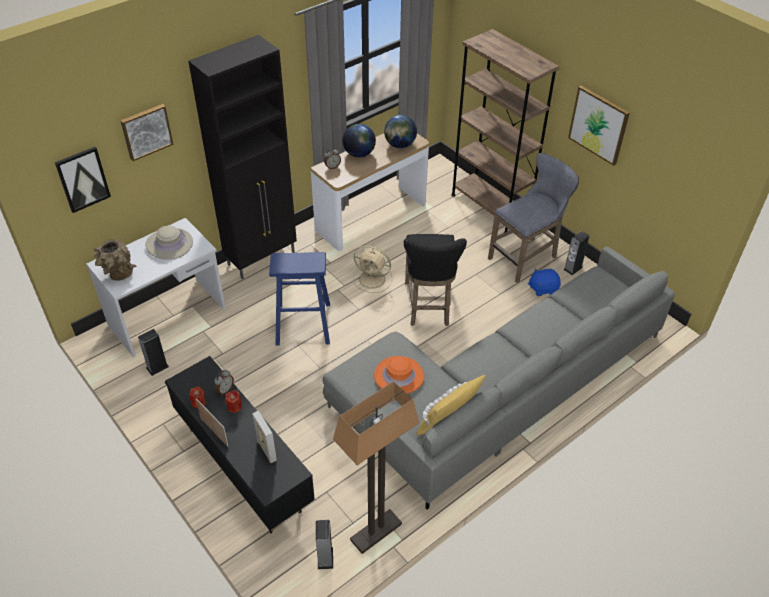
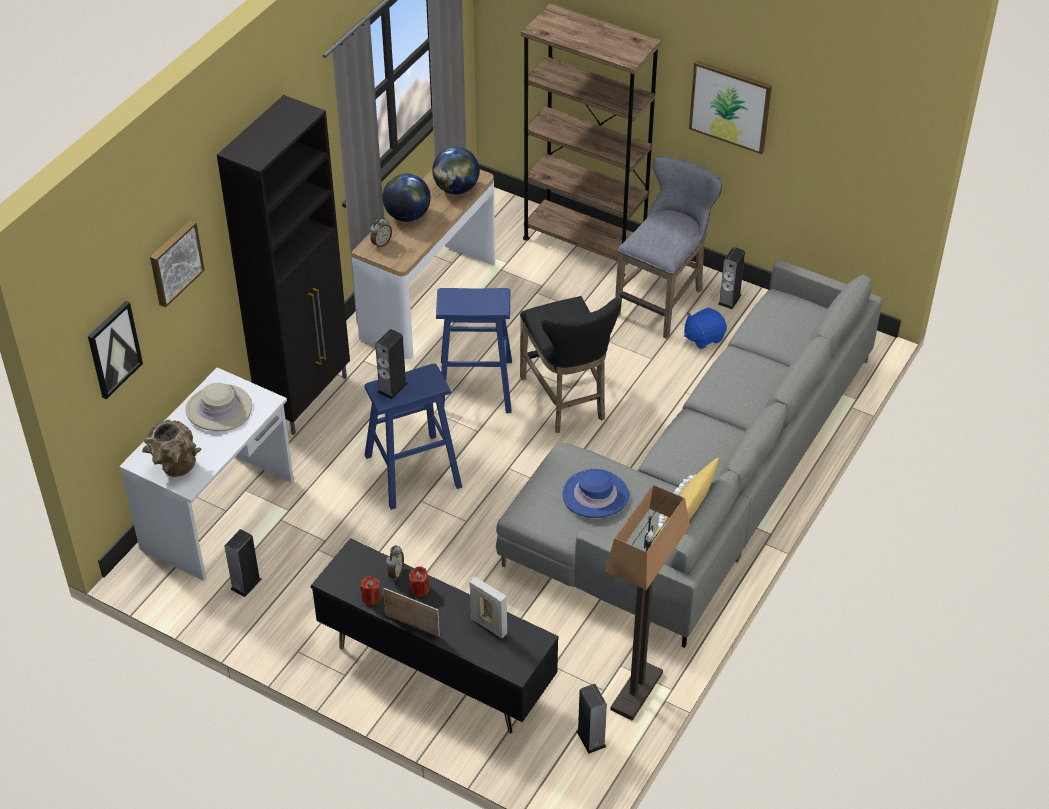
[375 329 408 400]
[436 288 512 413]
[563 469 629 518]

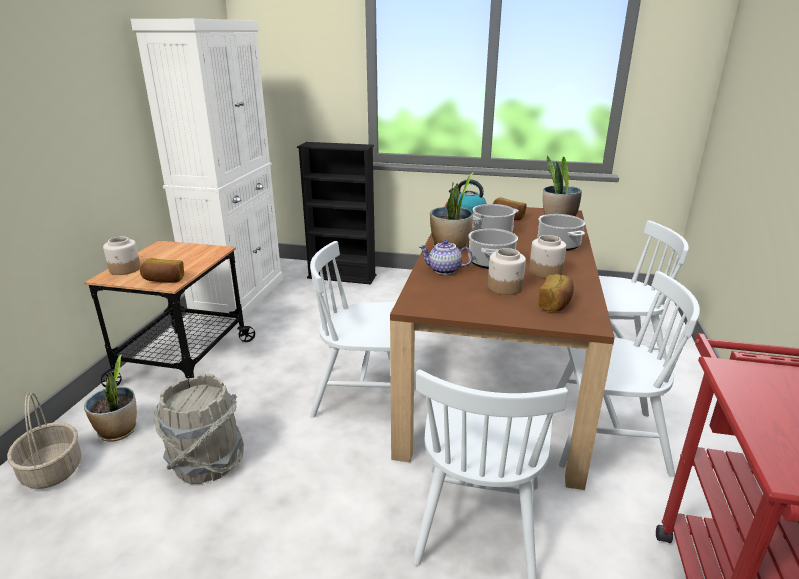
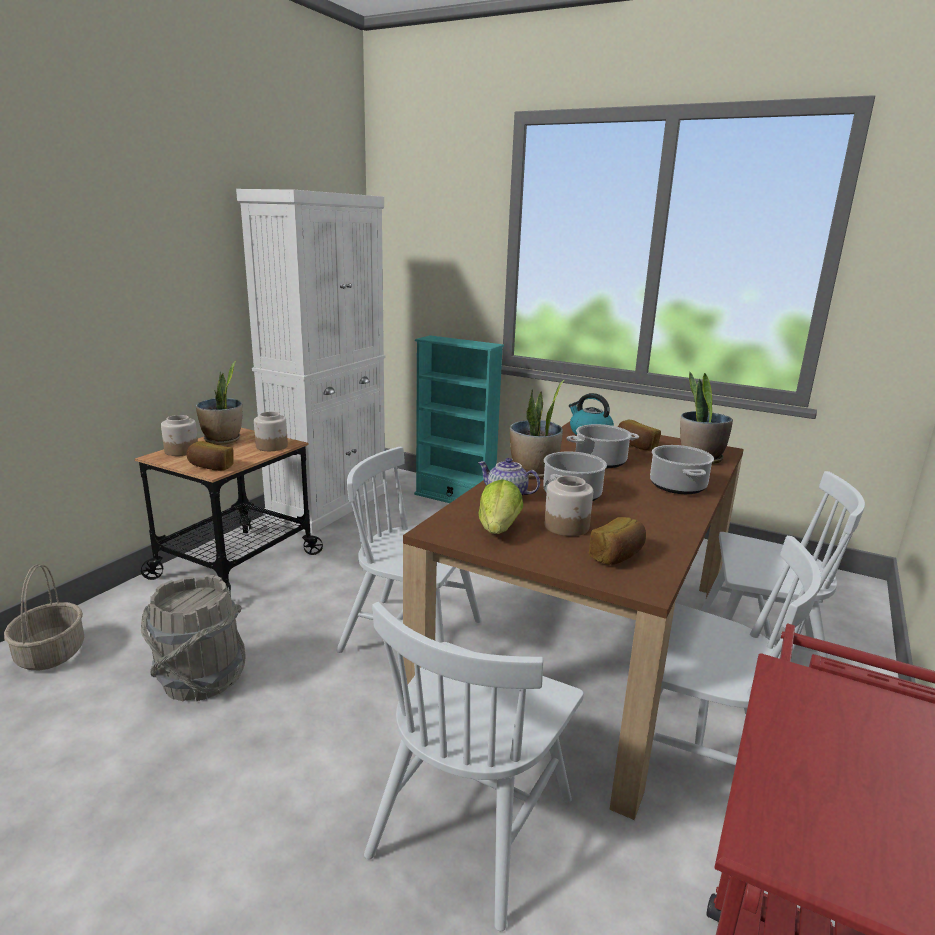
[196 361 242 445]
[254 412 288 451]
[414 335 504 503]
[478 479 523 534]

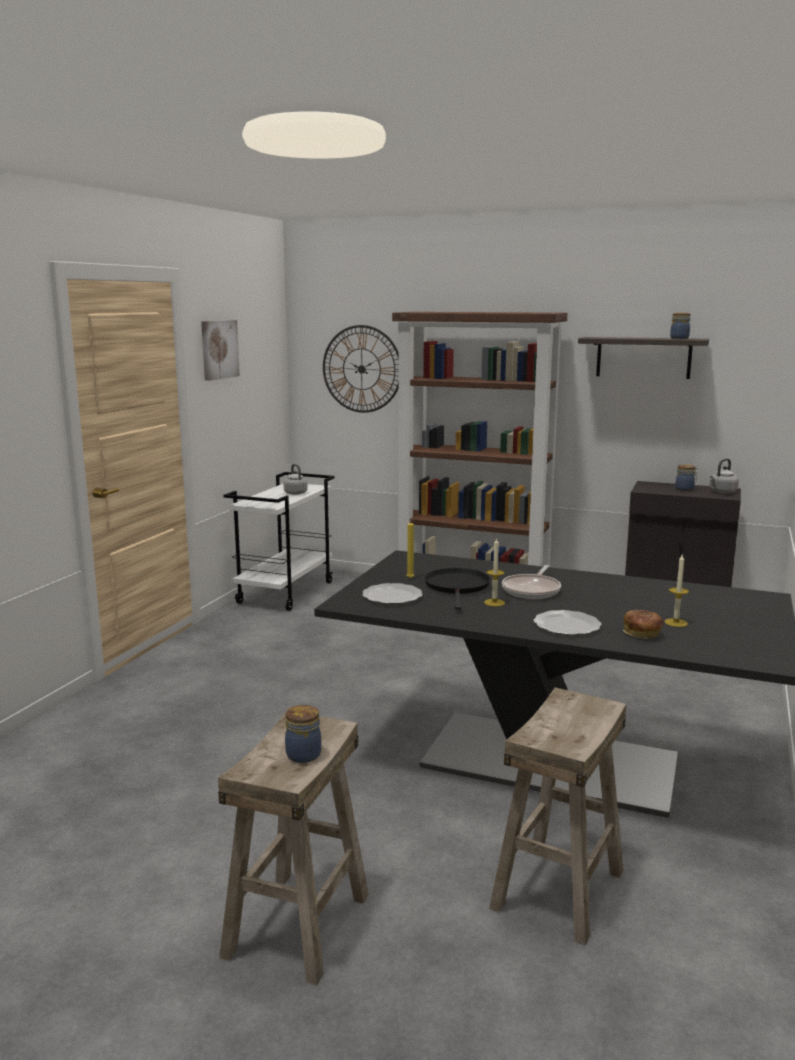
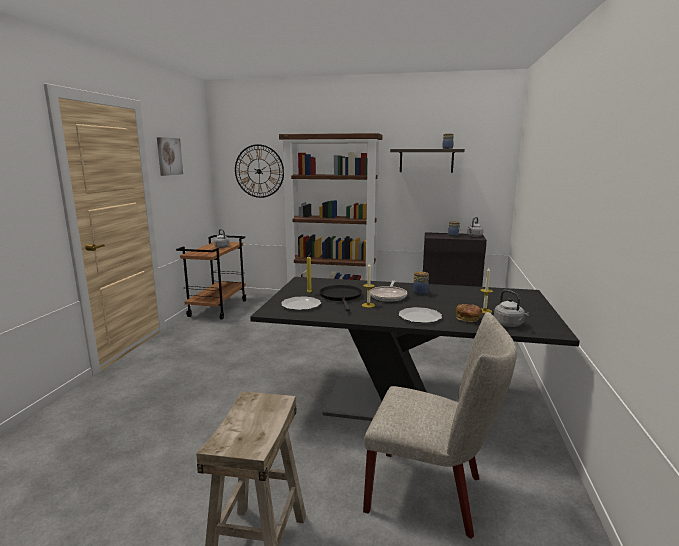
[176 235 246 320]
[363 312 517 539]
[413 271 429 295]
[494 290 529 327]

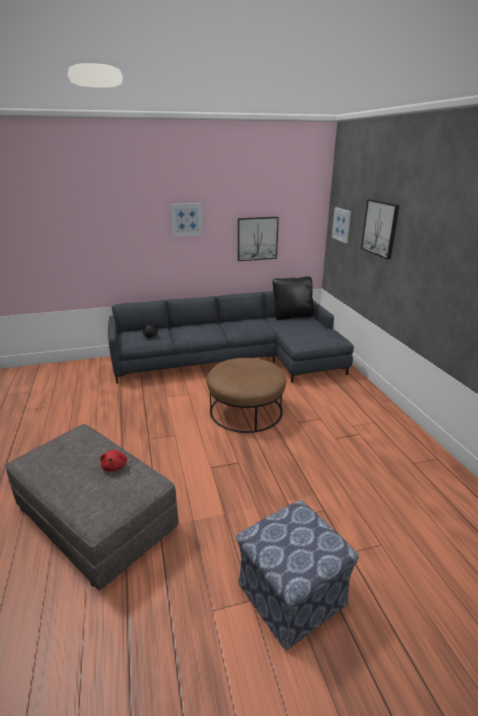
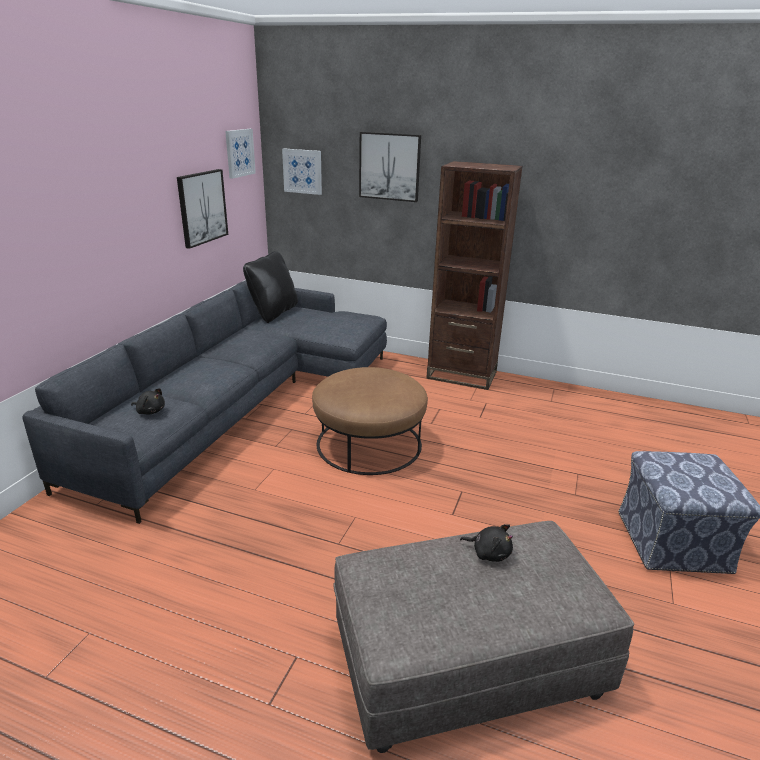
[225 129 256 179]
[426 161 523 390]
[460 524 513 562]

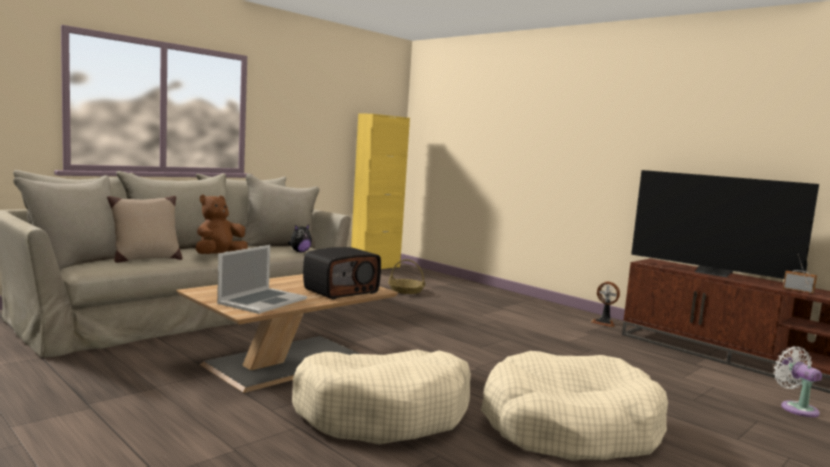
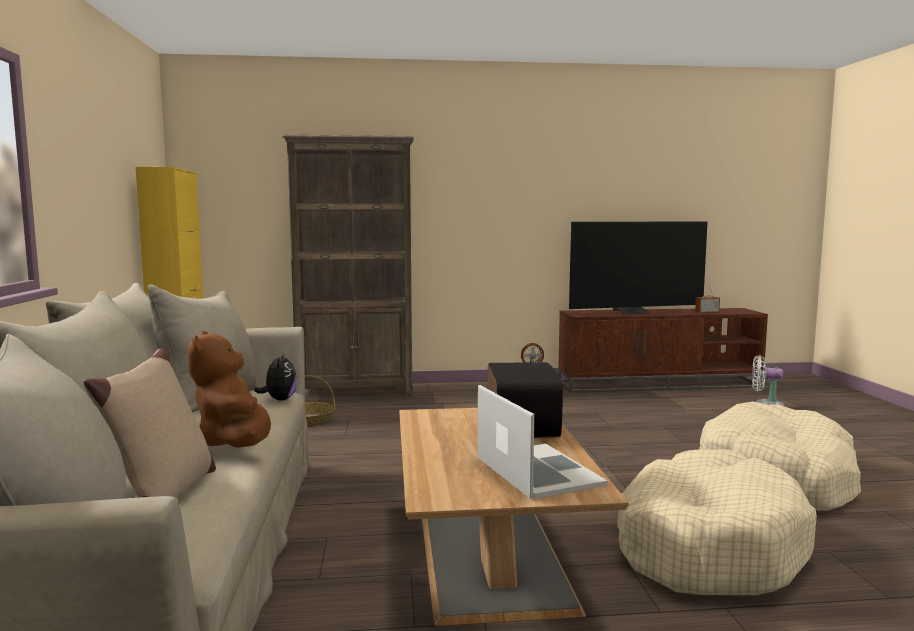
[282 135 414 396]

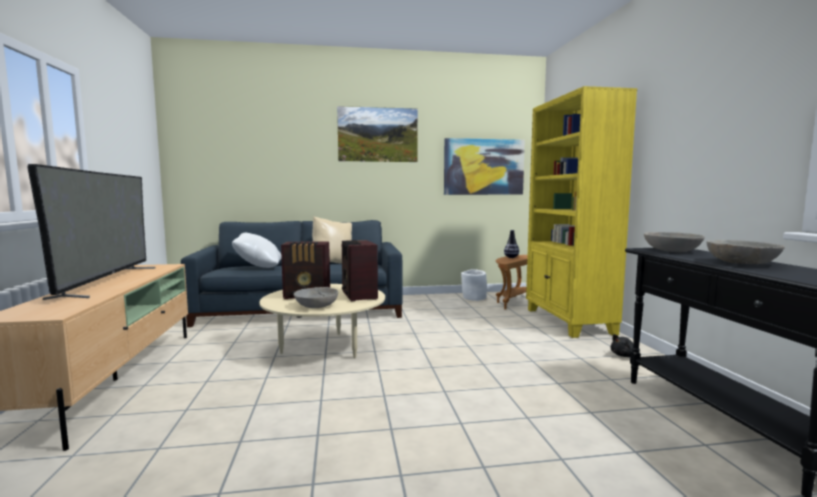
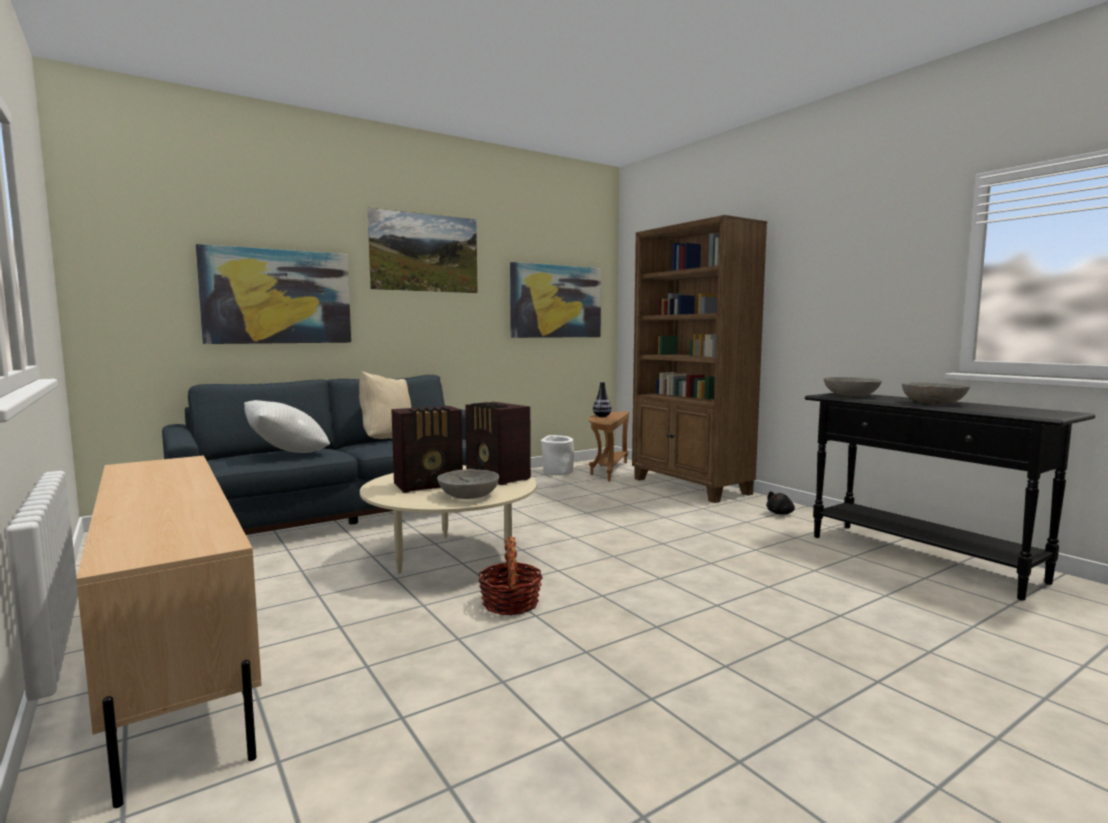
[196 244 351 344]
[478 537 543 616]
[632 215 767 503]
[27 164 156 300] (first image)

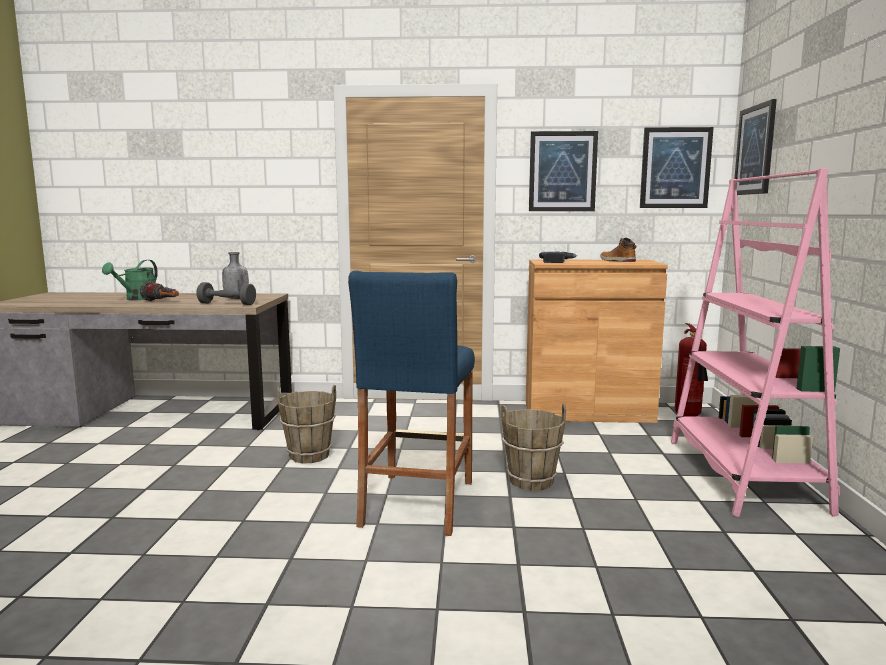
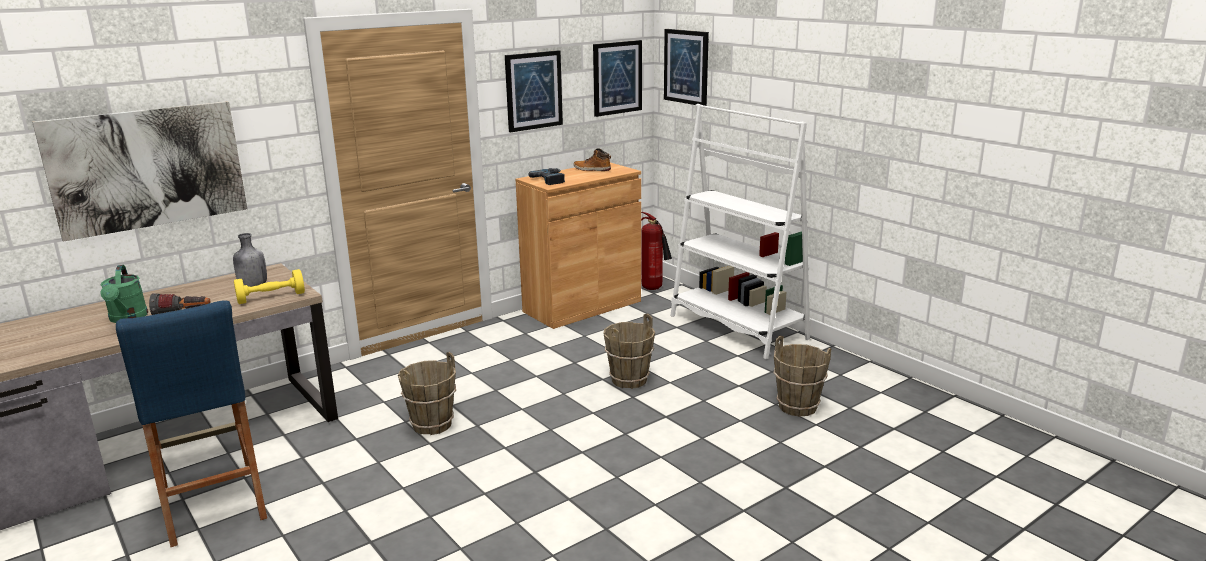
[32 101 247 242]
[116 300 267 547]
[234 269 305 304]
[670 104 811 359]
[774 336 831 416]

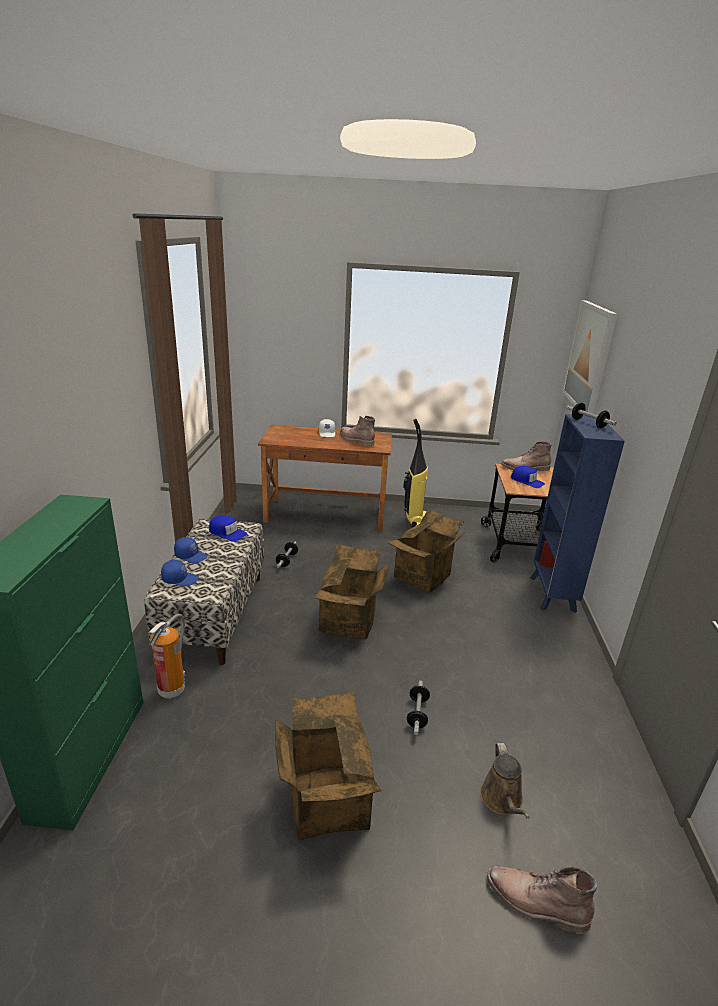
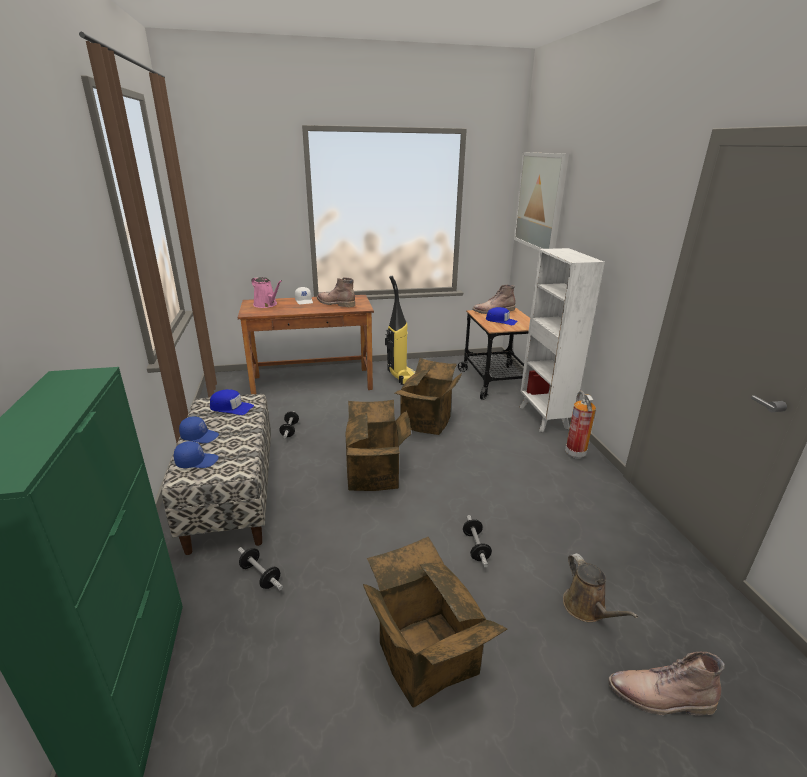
[238 547 283 590]
[251 277 282 308]
[519 248 605 432]
[565 391 596 459]

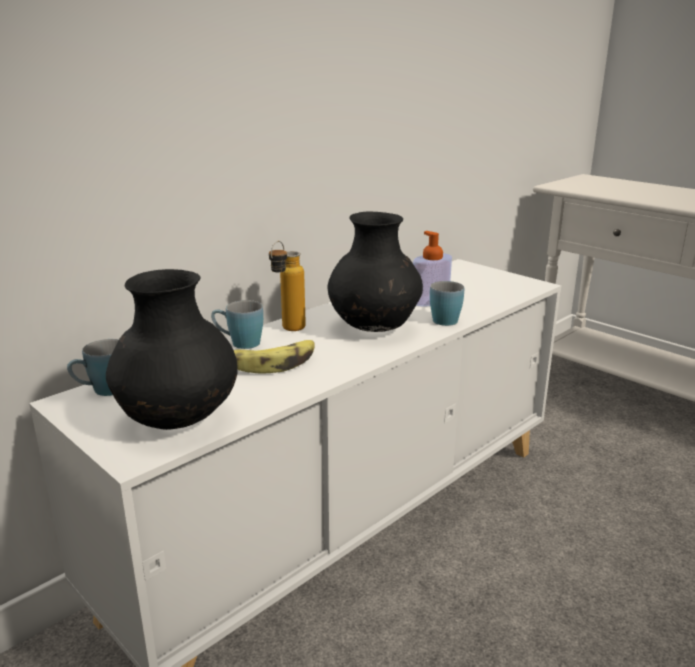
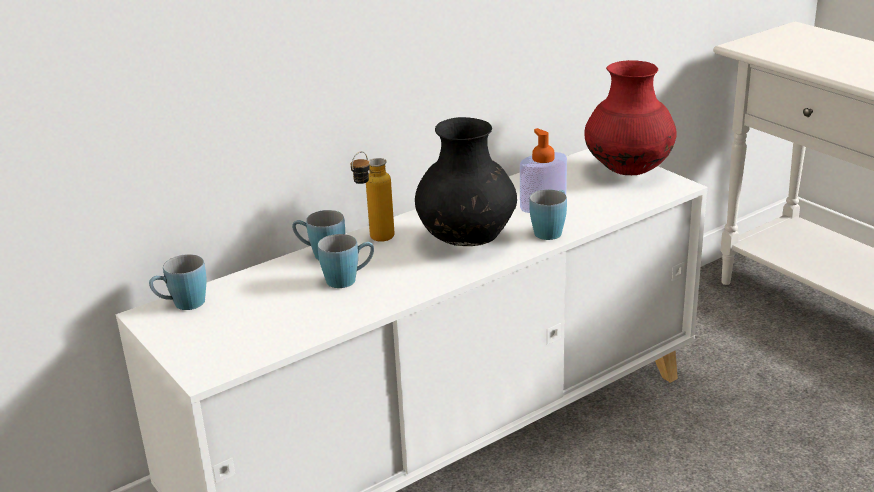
[318 234 374 288]
[584 60 677 175]
[106 269 238 430] (first image)

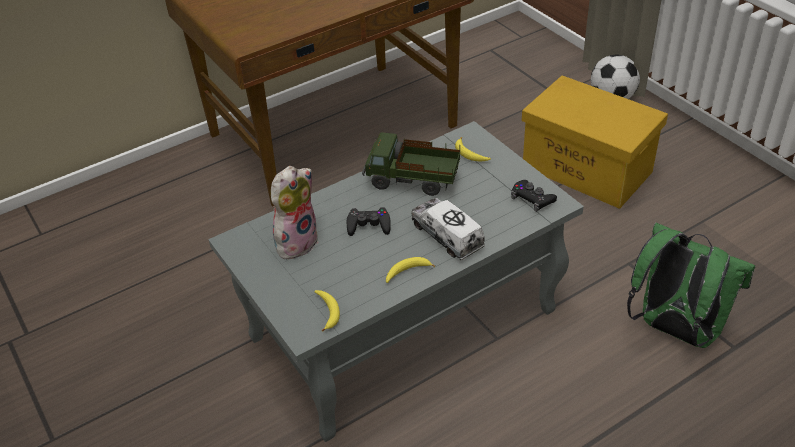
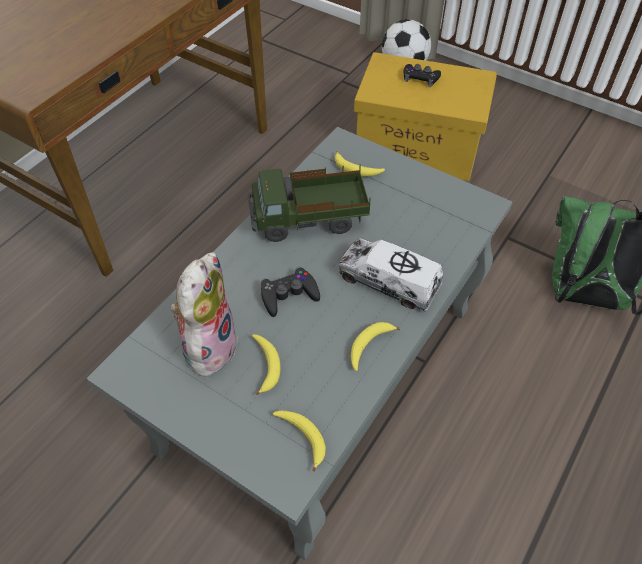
[252 334 281 395]
[404 64 441 87]

